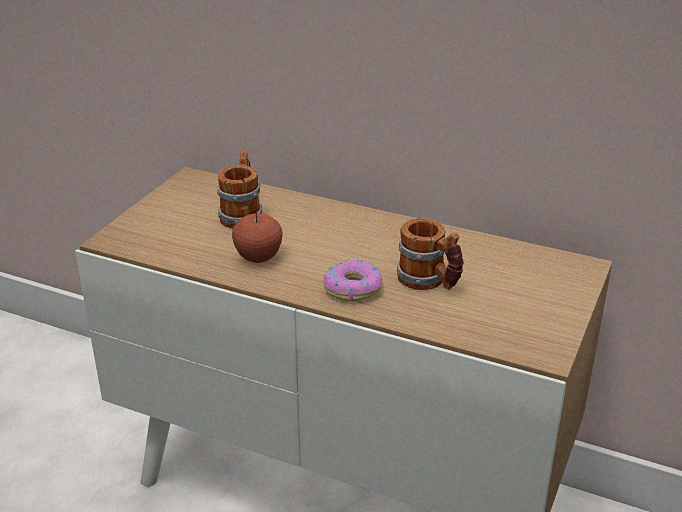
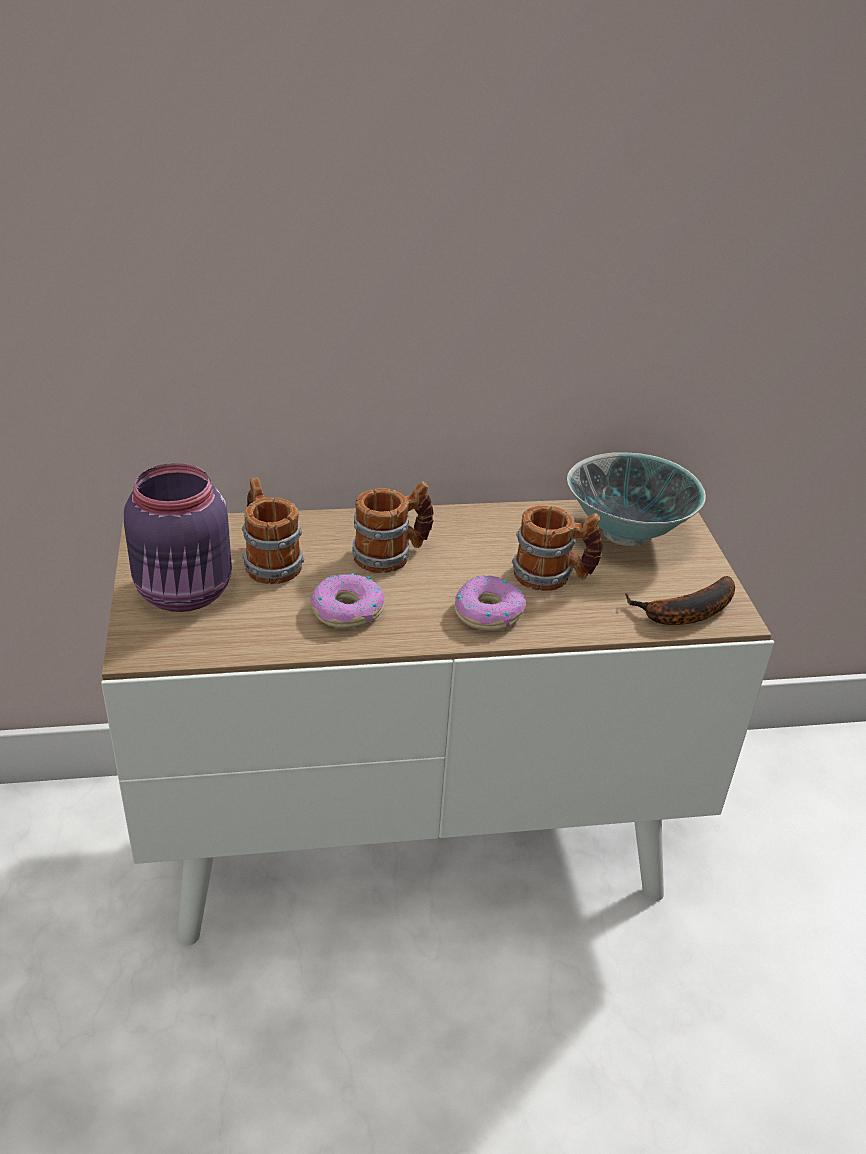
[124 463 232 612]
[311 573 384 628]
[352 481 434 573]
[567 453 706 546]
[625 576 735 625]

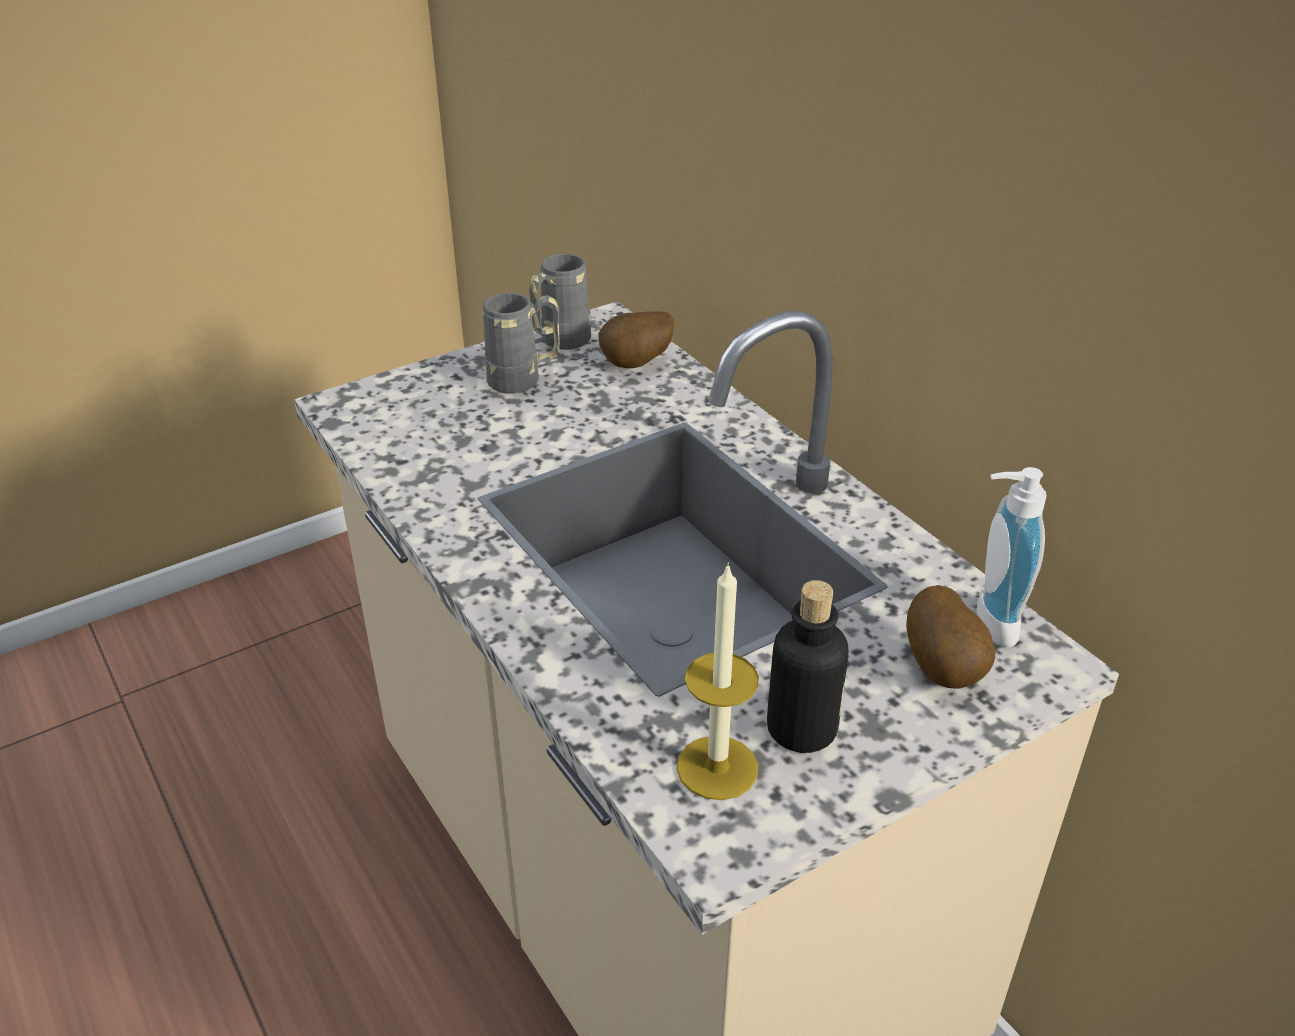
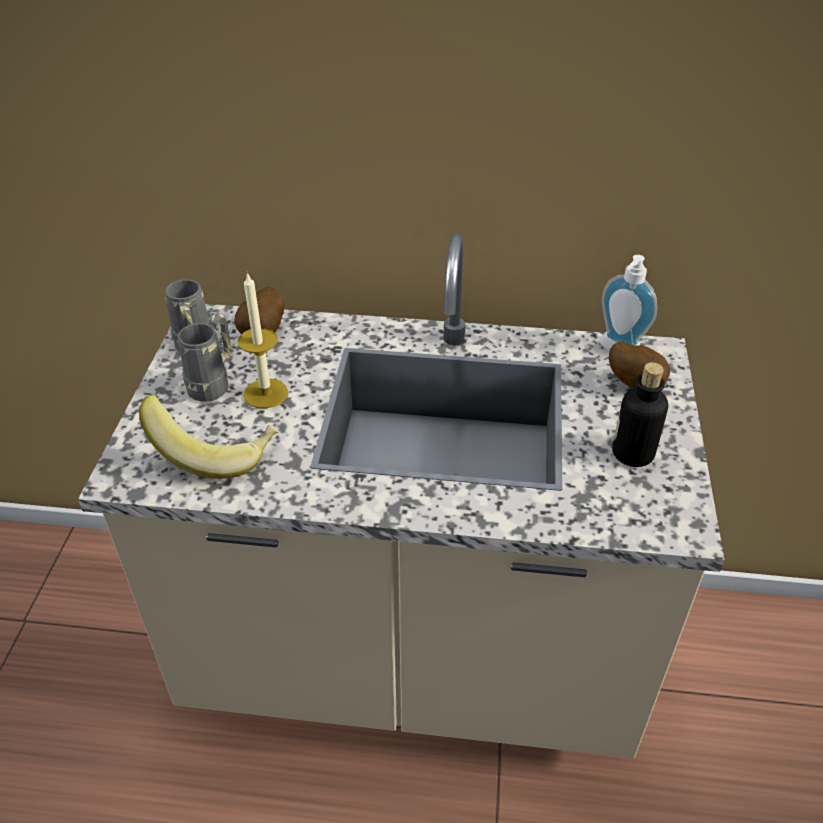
[139 395 278 479]
[238 272 288 409]

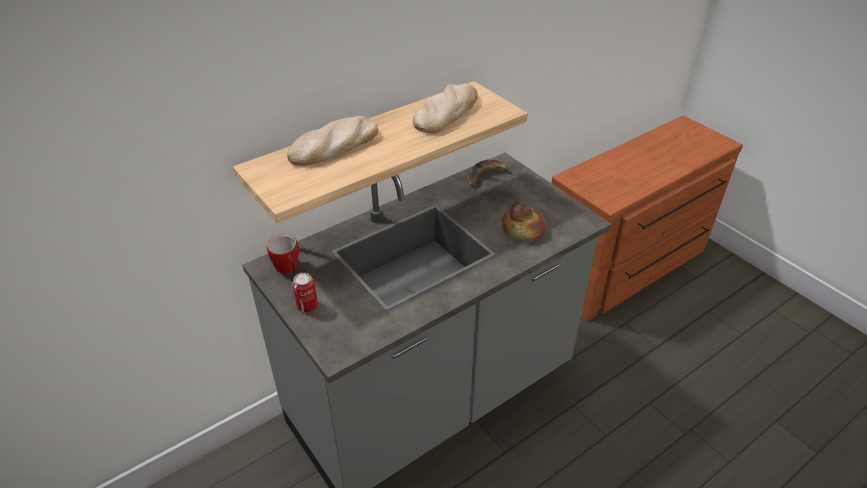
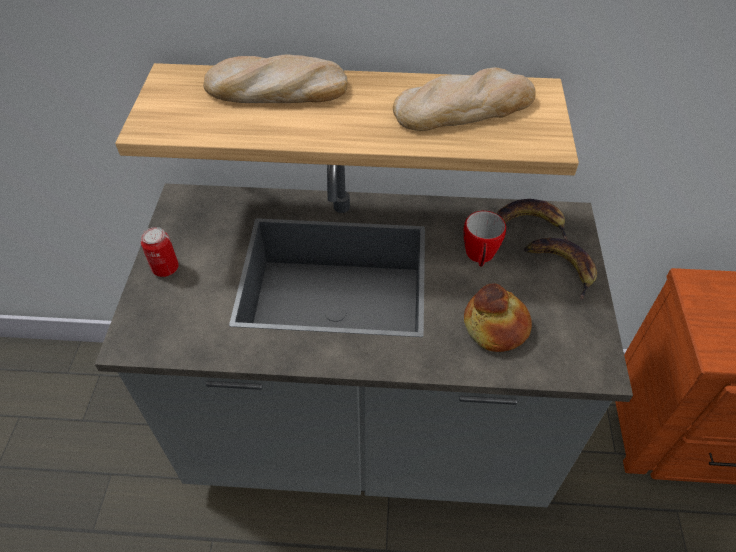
[463 211 506 267]
[524 238 597 300]

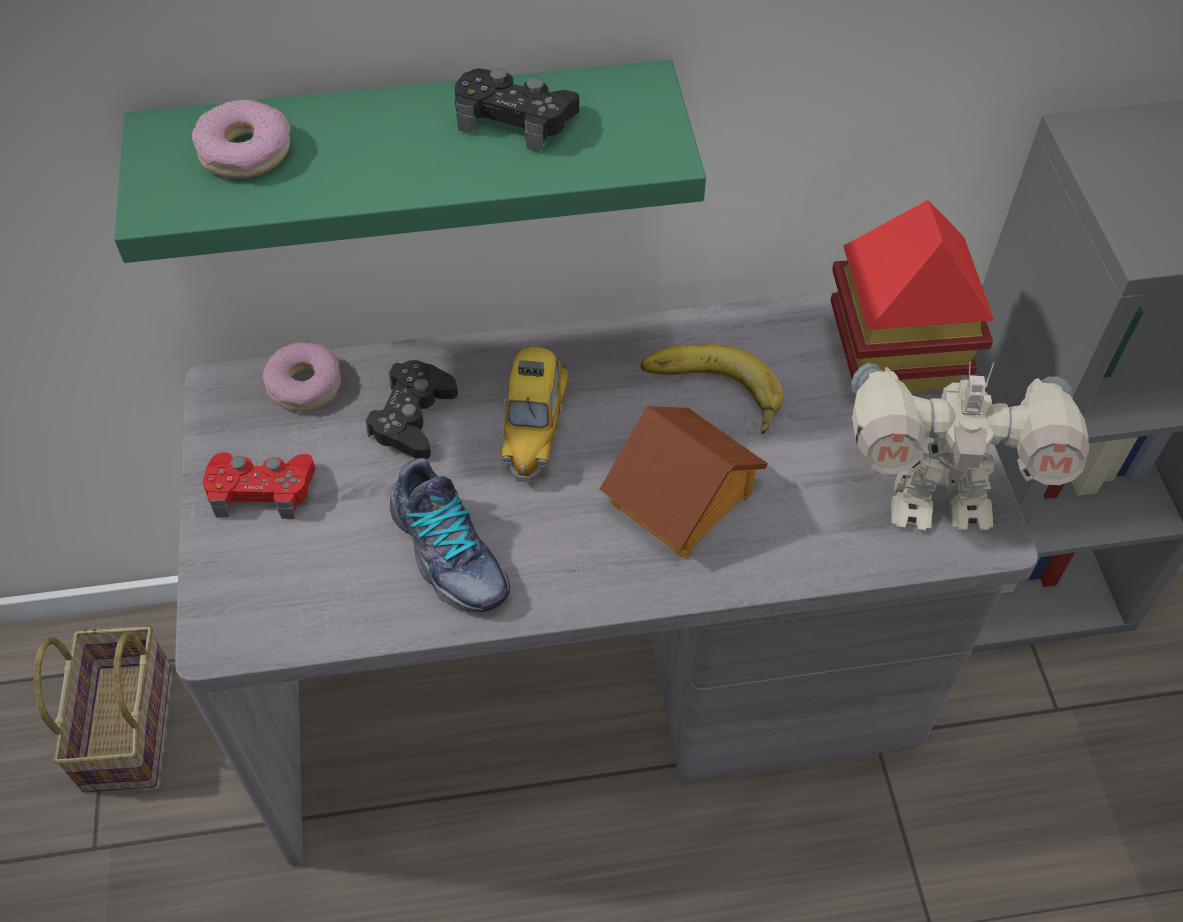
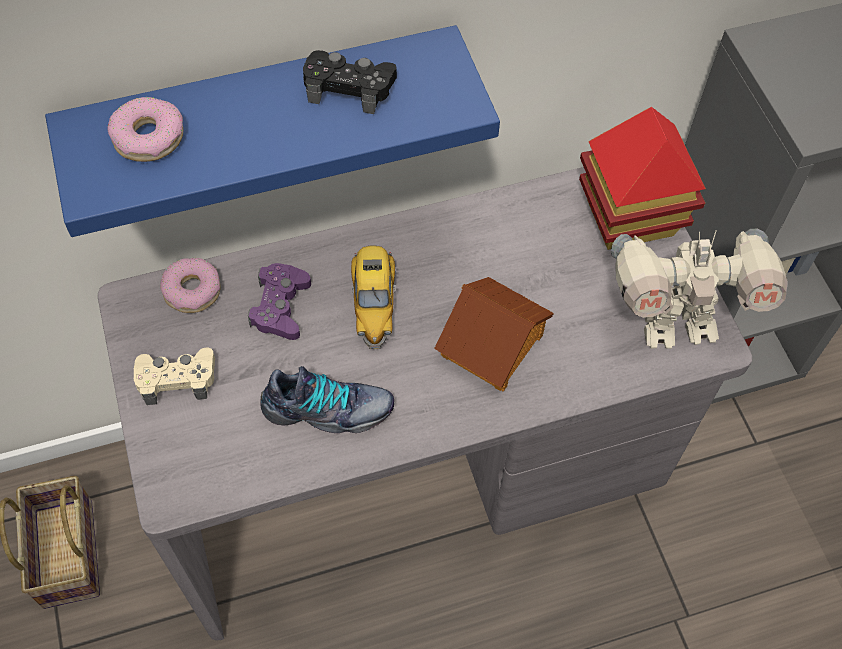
[45 25 500 237]
[134 347 215 405]
[248 263 311 340]
[260 366 394 433]
[641 344 783 434] (first image)

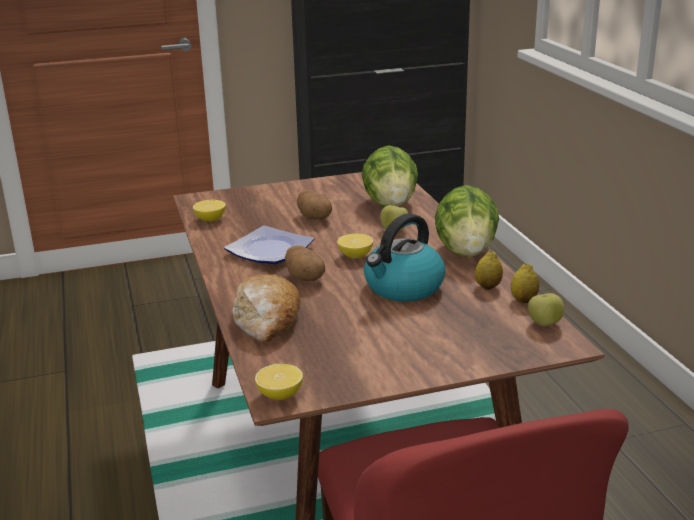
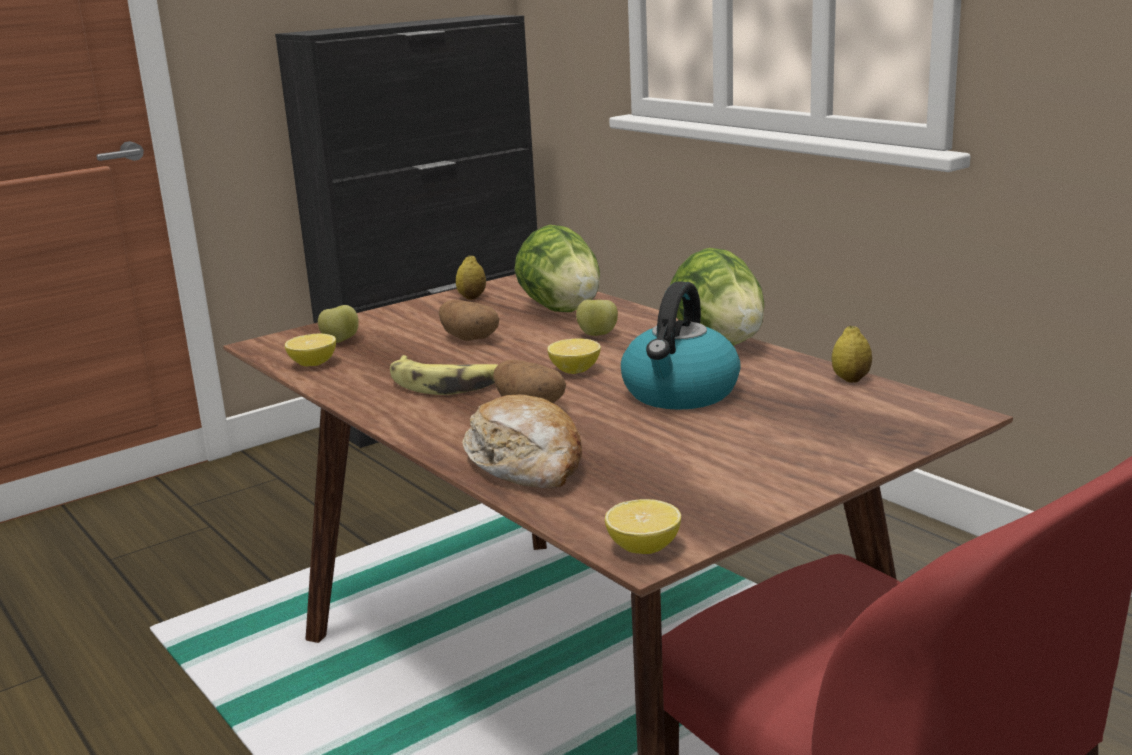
[318 305 359 343]
[390 355 498 395]
[456 255 486 299]

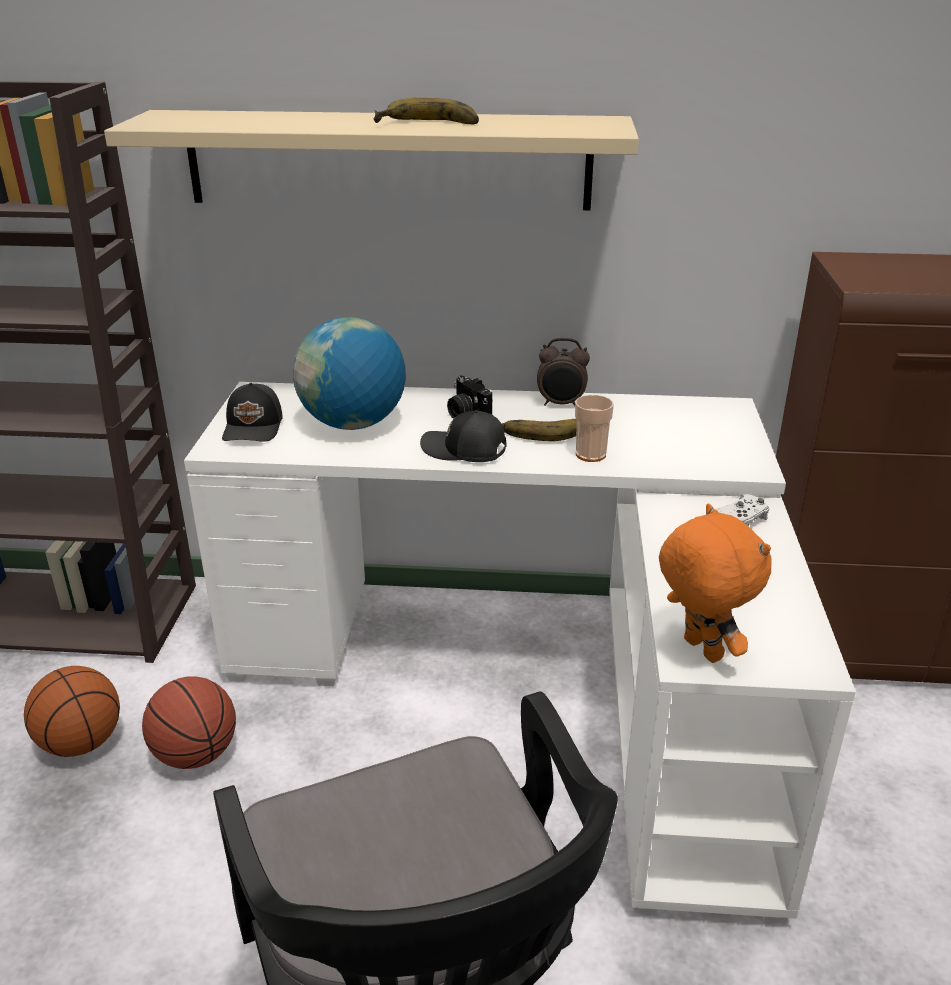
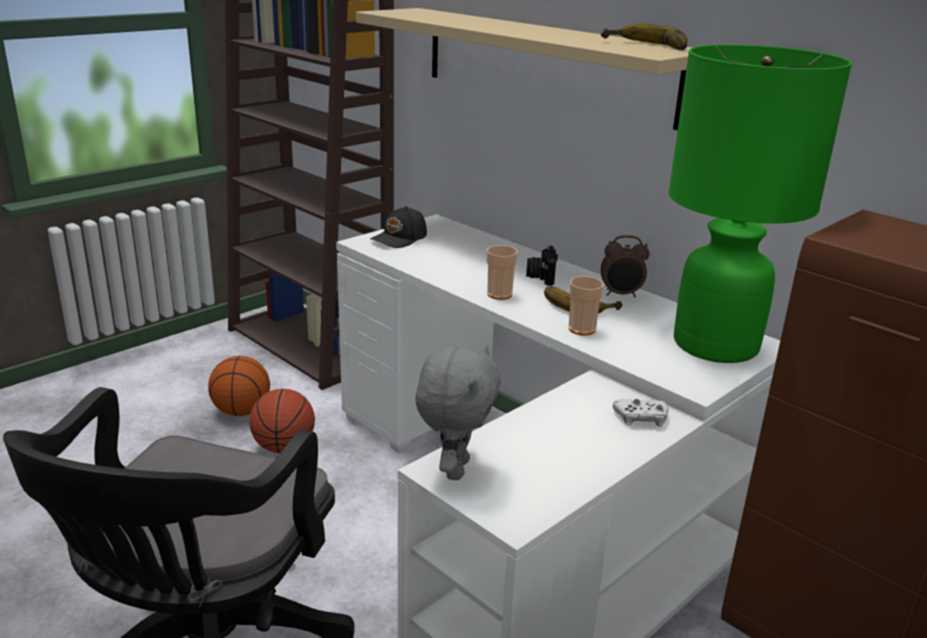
[416 345 501 480]
[487 245 518 300]
[601 23 687 50]
[601 235 650 297]
[668 45 852 363]
[293 317 406 430] (first image)

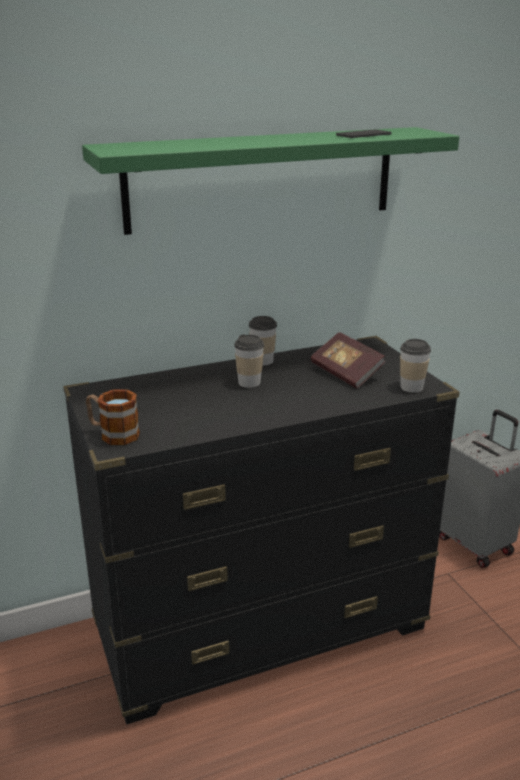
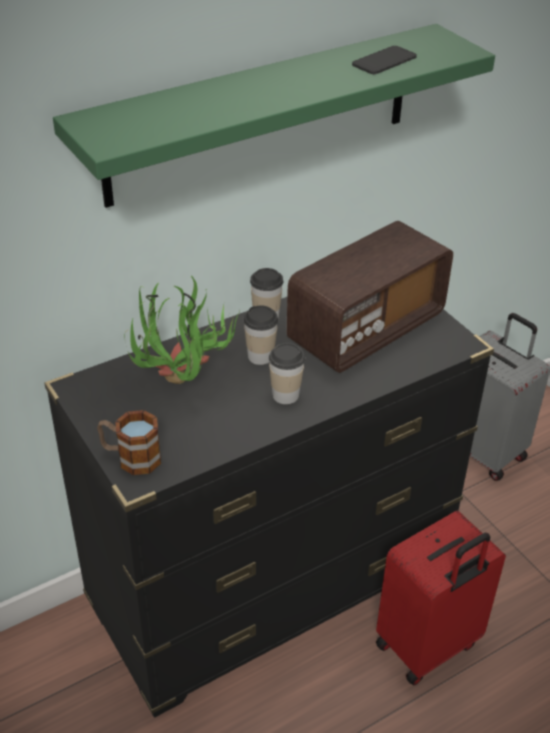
[124 275 240 384]
[269 343 305 404]
[286 221 453 373]
[376 511 506 685]

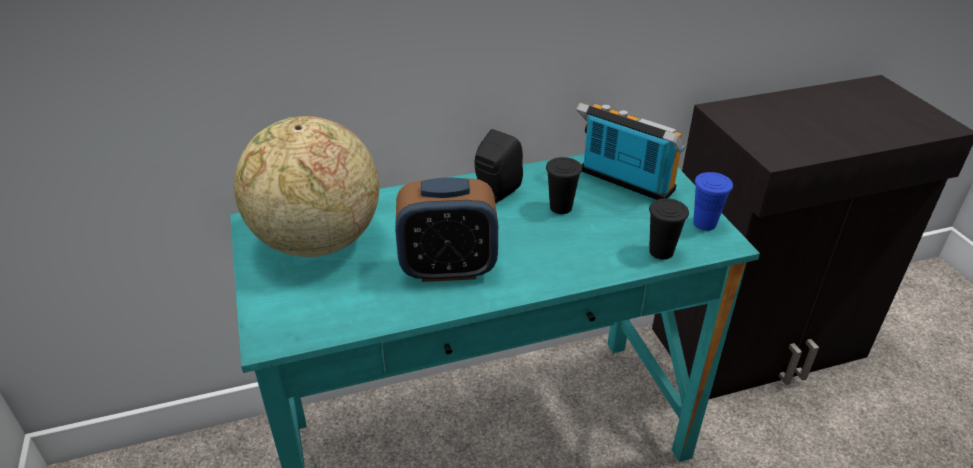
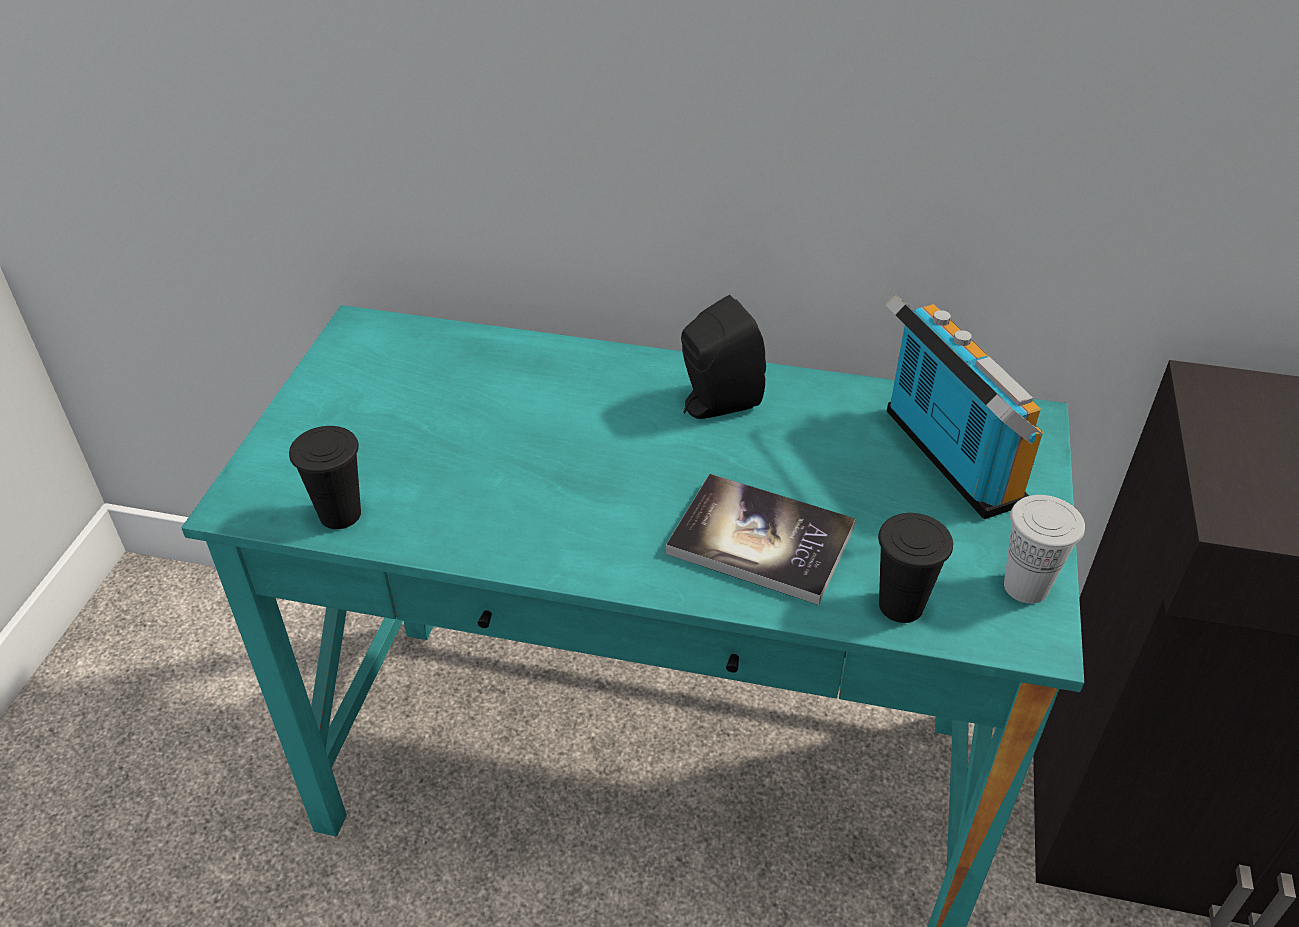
[289 426 361 529]
[666 474 856 605]
[1004 495 1085 604]
[234 116 379 257] (first image)
[395 178 498 282] (first image)

